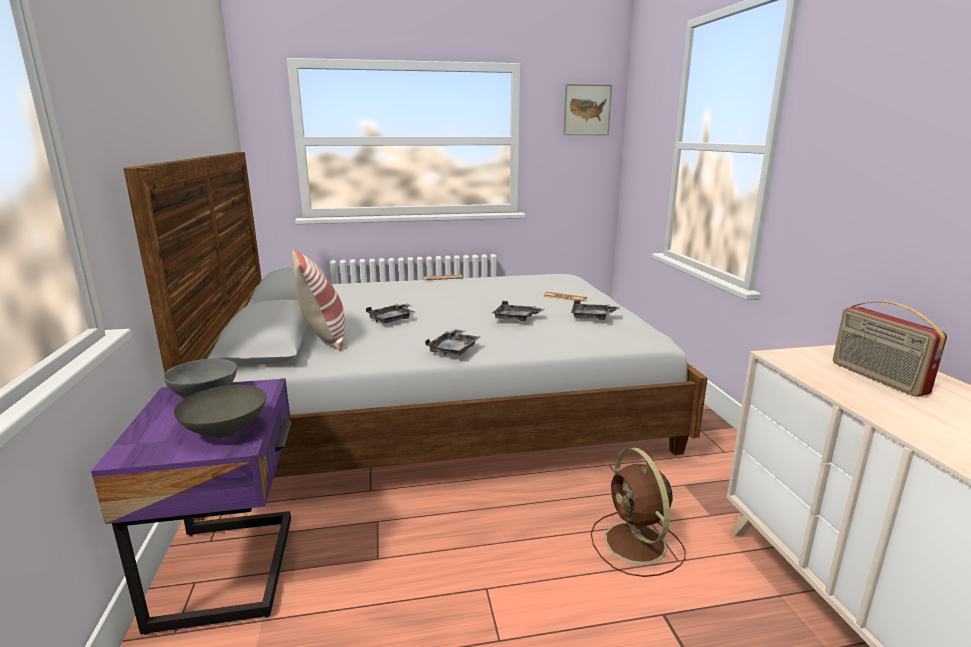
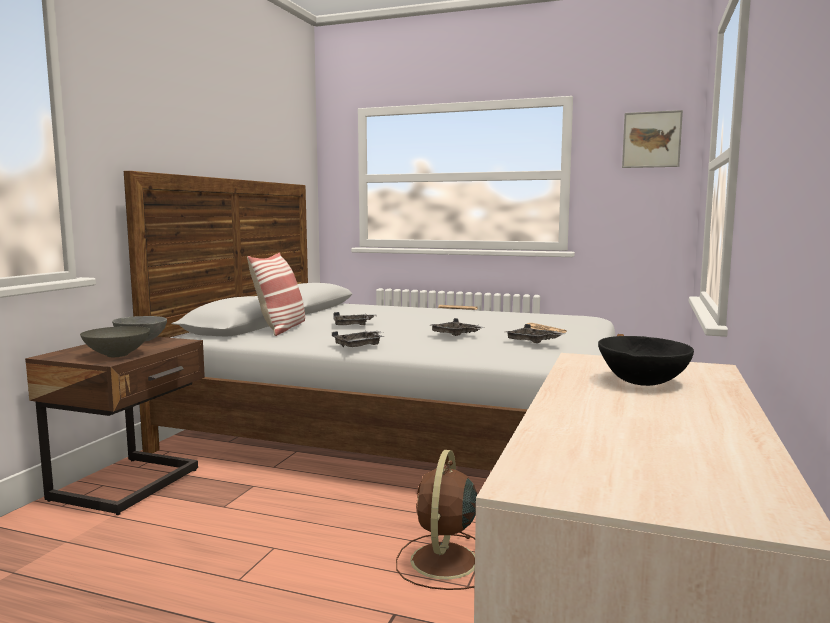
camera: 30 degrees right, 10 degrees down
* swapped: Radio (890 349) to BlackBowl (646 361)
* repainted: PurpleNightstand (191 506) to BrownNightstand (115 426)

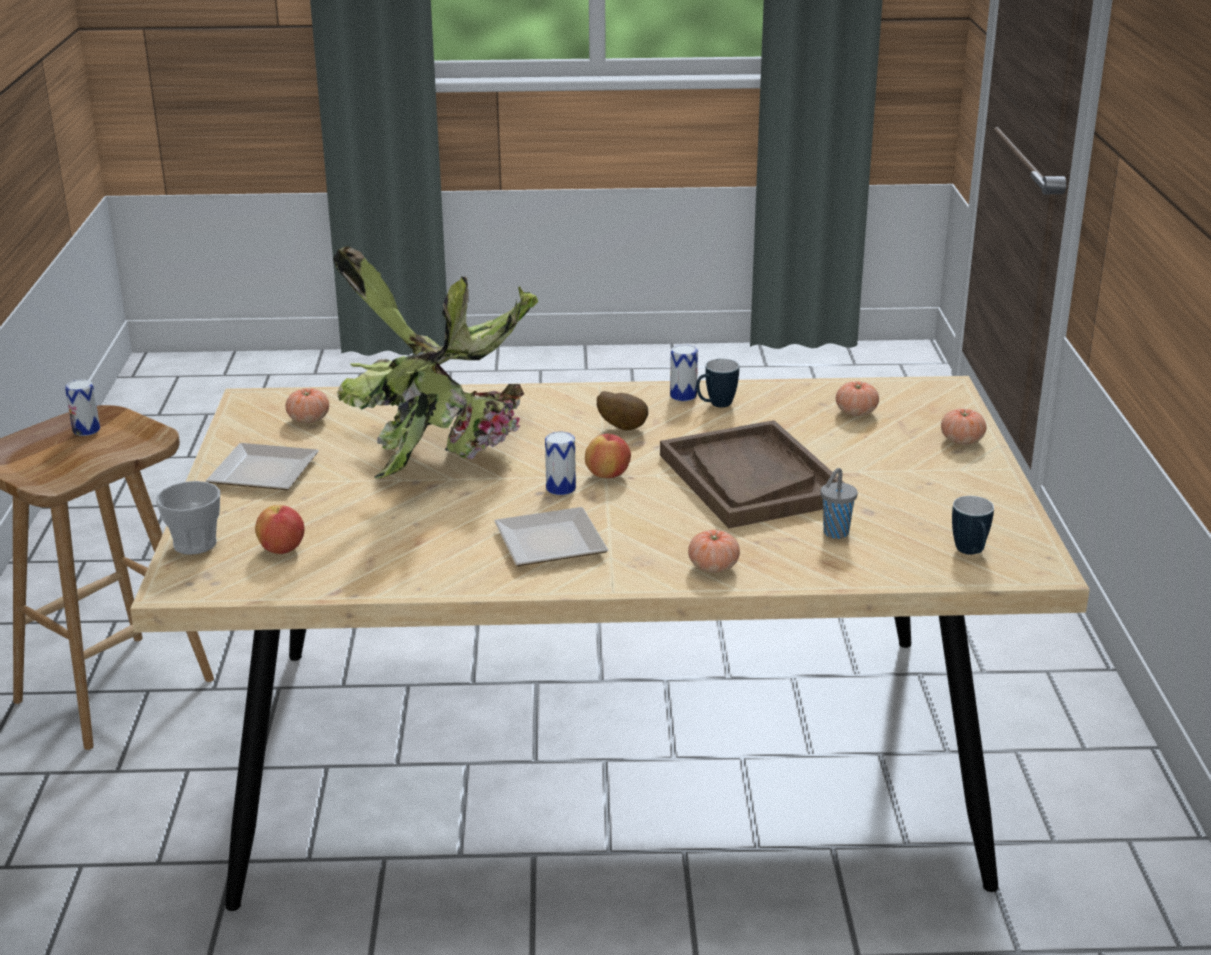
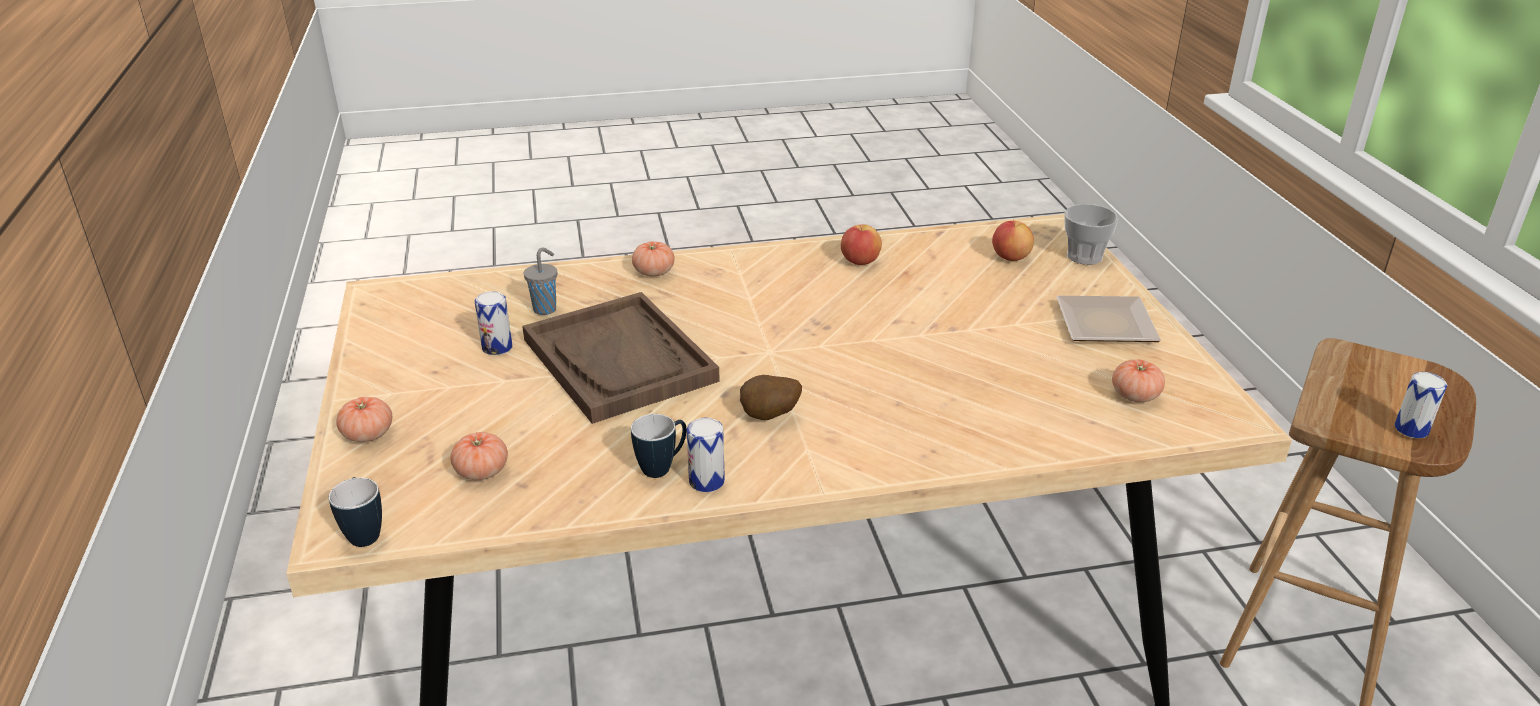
camera: 170 degrees right, 5 degrees up
* gone: PottedPlant (435 362)
* shifted: Can (560 463) to (493 323)
* shifted: Apple (608 456) to (861 244)
* shifted: Mug (973 525) to (355 512)
* gone: Plate (551 536)

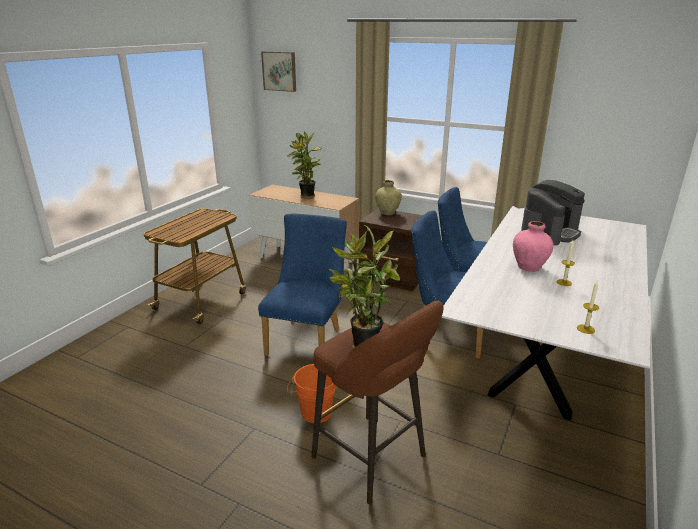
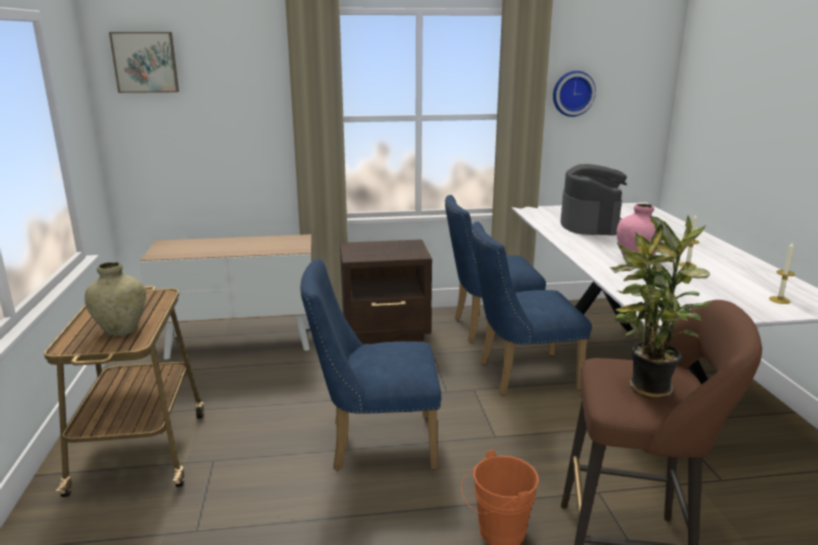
camera: 35 degrees left, 5 degrees down
* gone: PottedPlant (304 165)
* shifted: BeigeVase (388 197) to (115 299)
* rotated: BlueChair (302 284) = (370 365) 75 degrees counterclockwise
* new: WallClock (574 94)

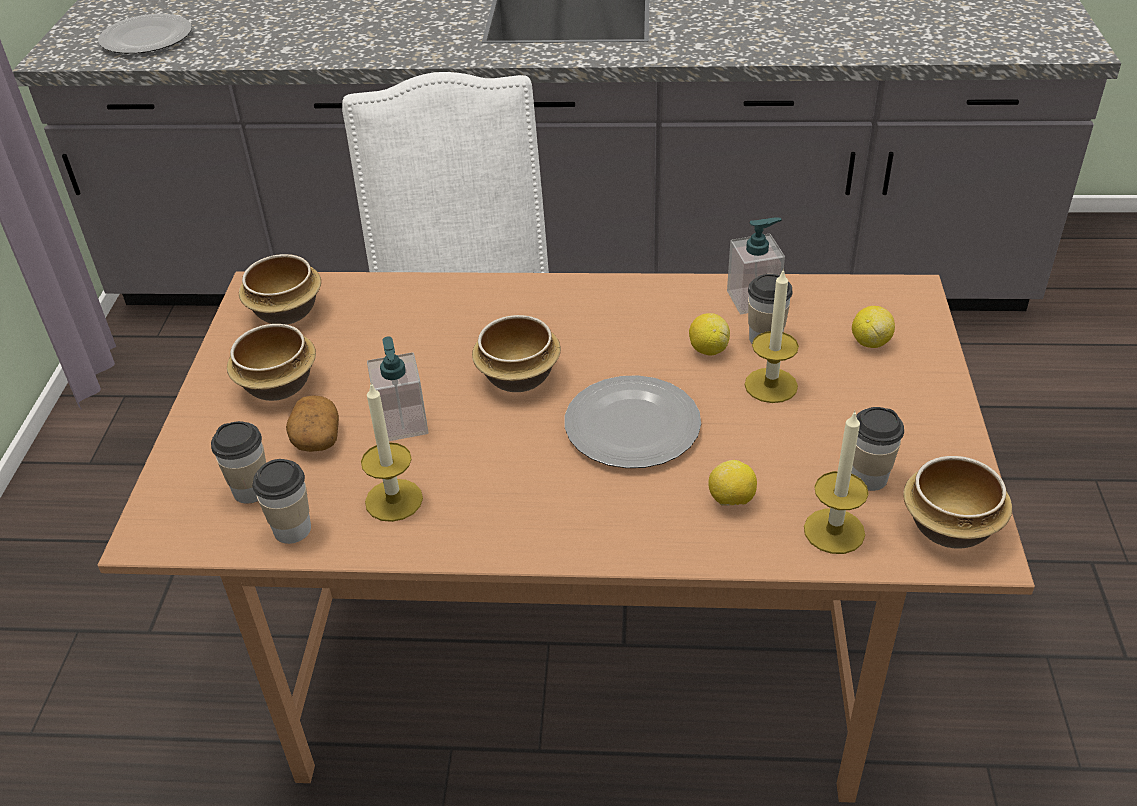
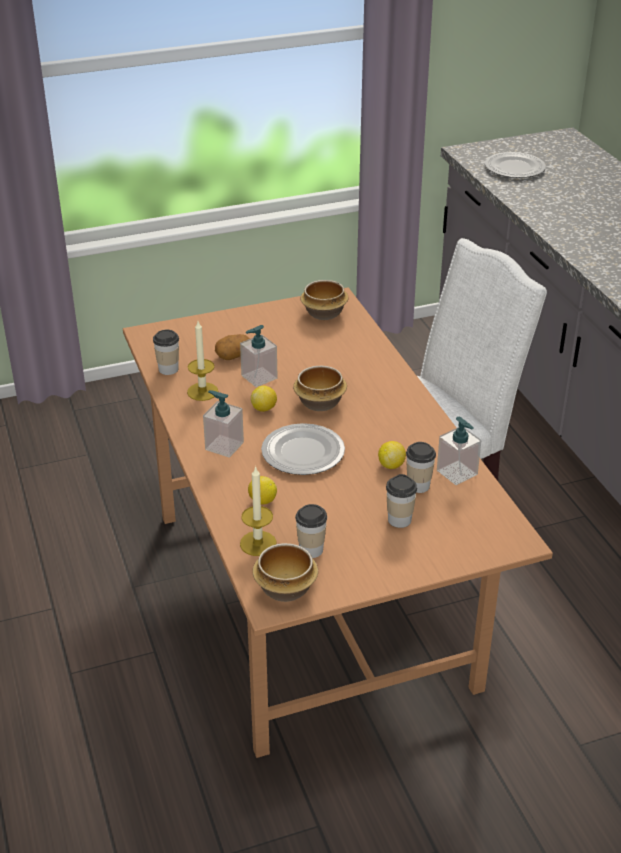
camera: 65 degrees right, 5 degrees down
* gone: Candle (772 335)
* shifted: Lemon (873 327) to (264 399)
* gone: Bowl (271 362)
* shifted: Cup (238 462) to (401 501)
* new: SoapDispenser (223 424)

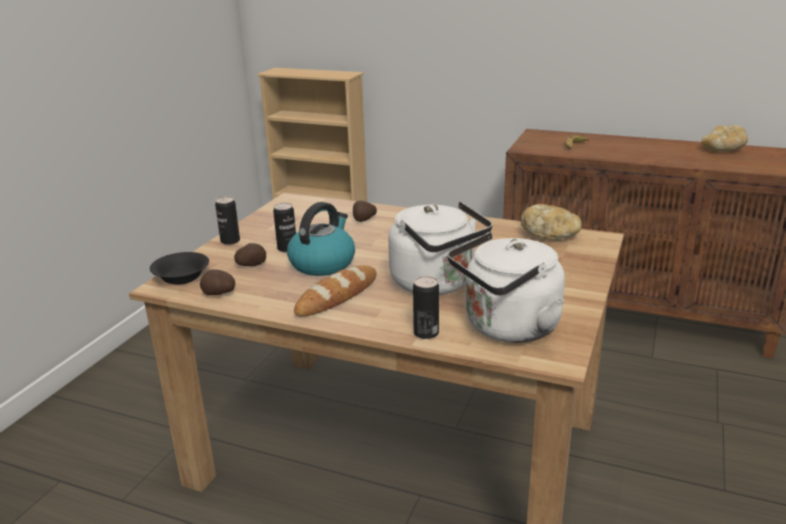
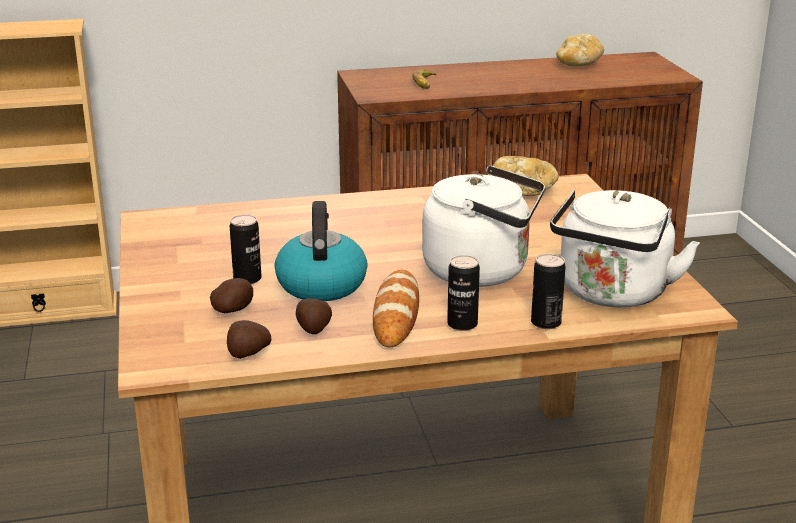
camera: 35 degrees left, 0 degrees up
* shifted: Can (227 220) to (463 293)
* shifted: Potato (365 211) to (314 316)
* gone: BlackBowl (179 268)

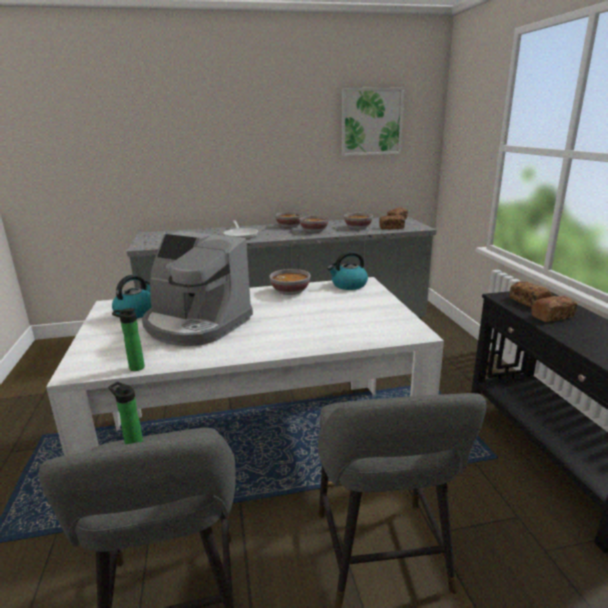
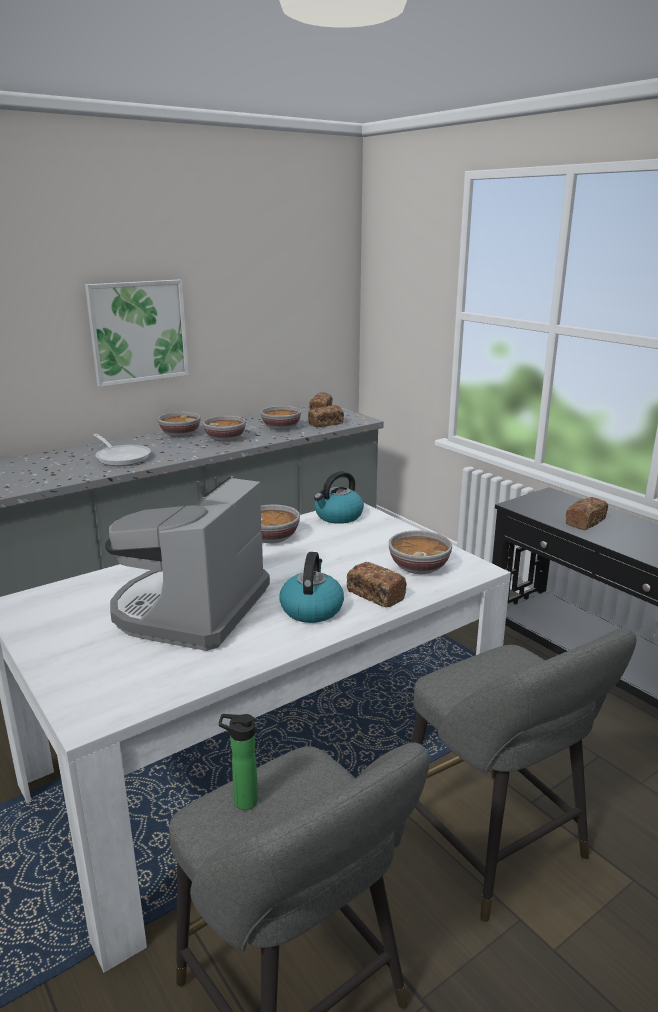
camera: 25 degrees left, 0 degrees up
* shifted: Picture (373 121) to (137 333)
* rotated: CoffeeMachine (197 288) = (187 563) 105 degrees clockwise
* shifted: Kettle (131 296) to (311 587)
* shifted: Bread (530 294) to (377 584)
* gone: Bottle (128 339)
* new: Bowl (420 552)

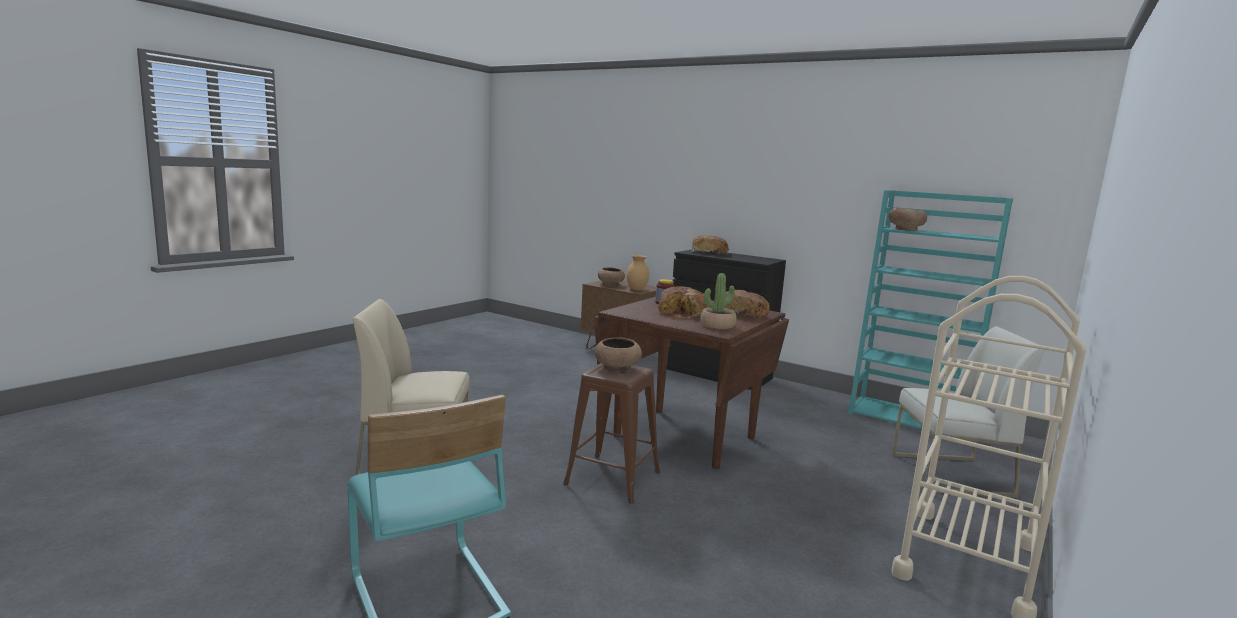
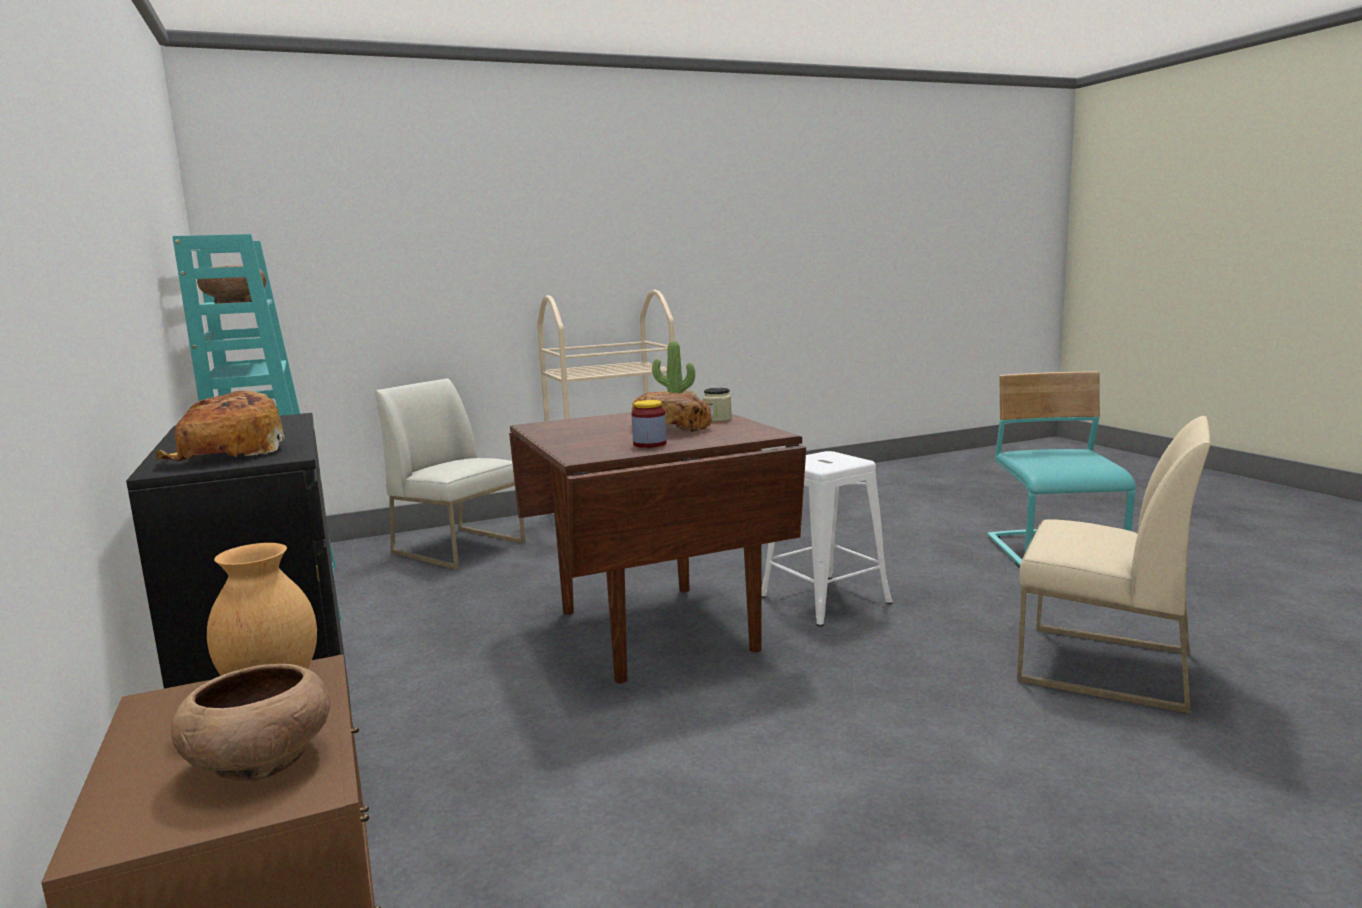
camera: 145 degrees left, 0 degrees up
* gone: Bread (747 304)
* gone: BrownBowl (618 355)
* repainted: BrownStool (611 433) to WhiteStool (827 539)
* new: Jar (717 405)

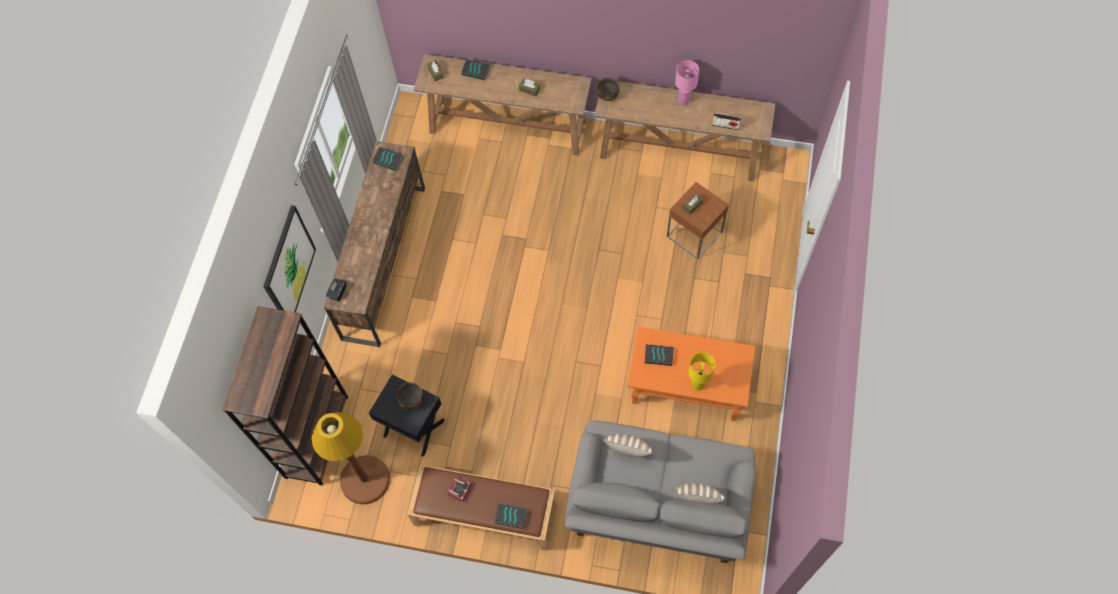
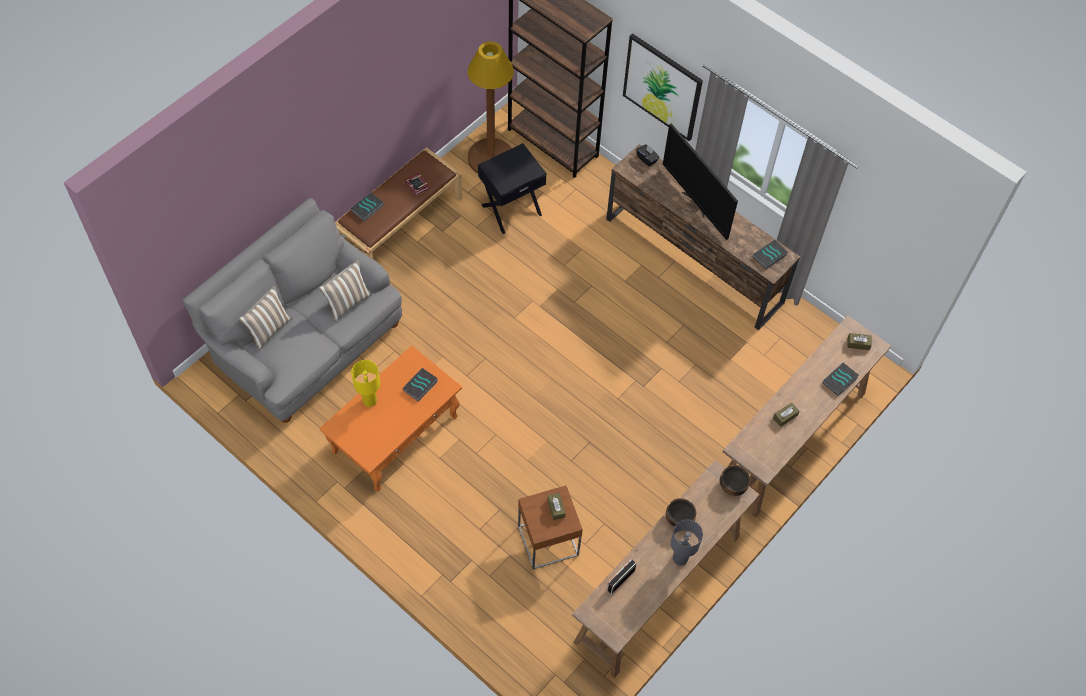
camera: 115 degrees right, 5 degrees down
* repainted: PinkTableLamp (687 82) to GreyTableLamp (687 542)
* shifted: Bowl (410 396) to (681 512)
* new: Television (700 181)

